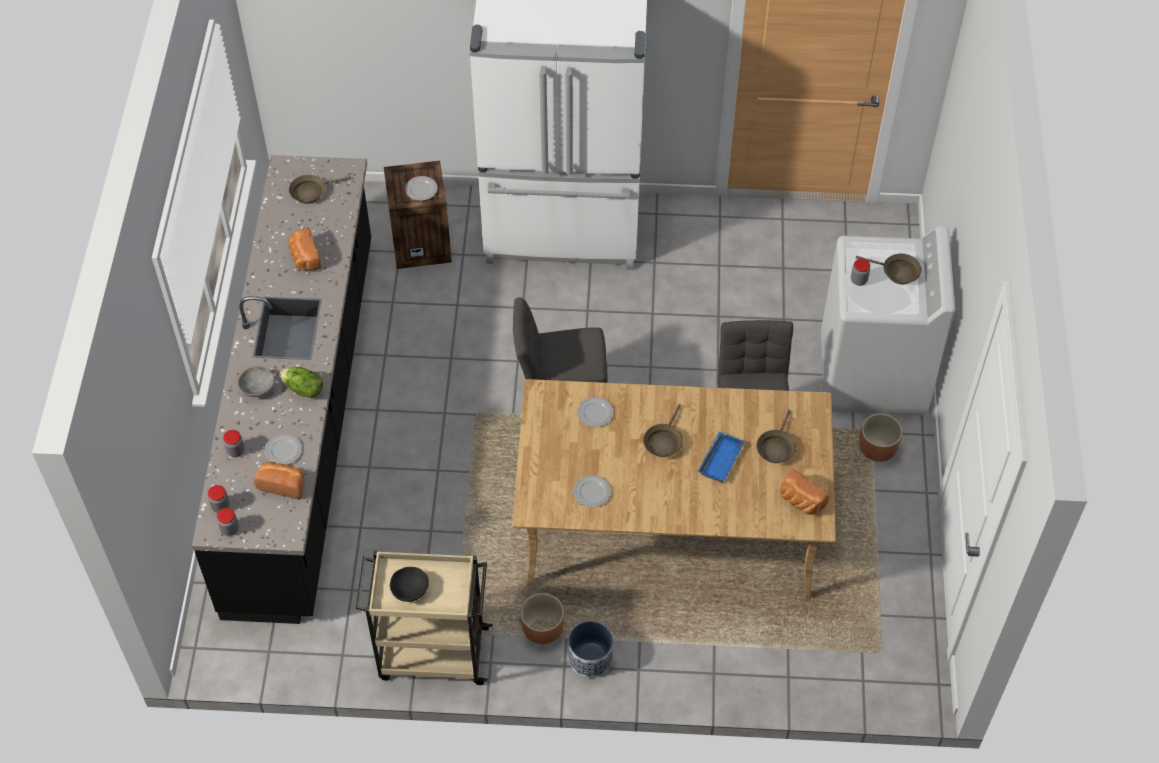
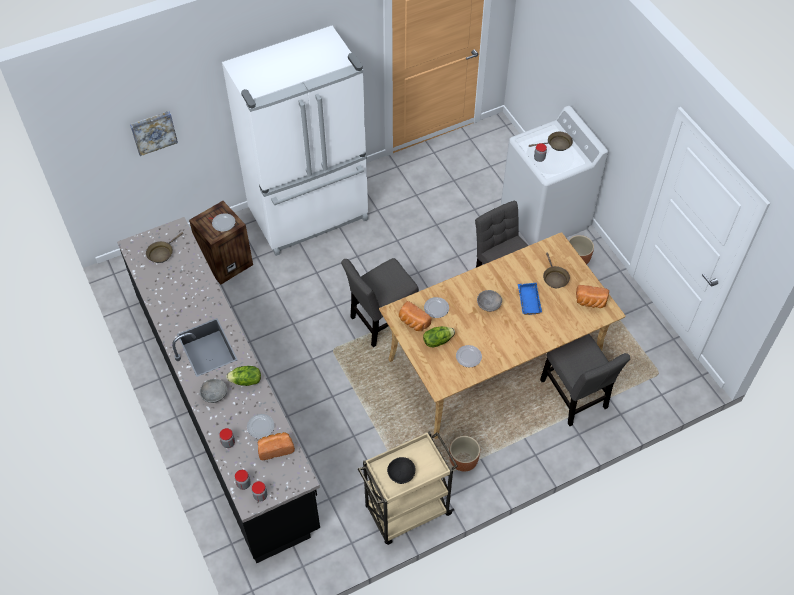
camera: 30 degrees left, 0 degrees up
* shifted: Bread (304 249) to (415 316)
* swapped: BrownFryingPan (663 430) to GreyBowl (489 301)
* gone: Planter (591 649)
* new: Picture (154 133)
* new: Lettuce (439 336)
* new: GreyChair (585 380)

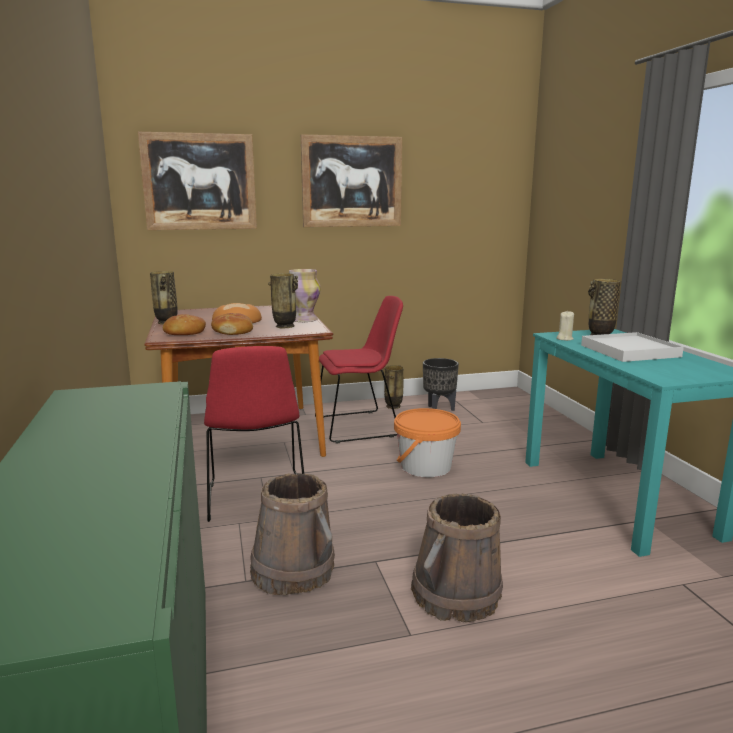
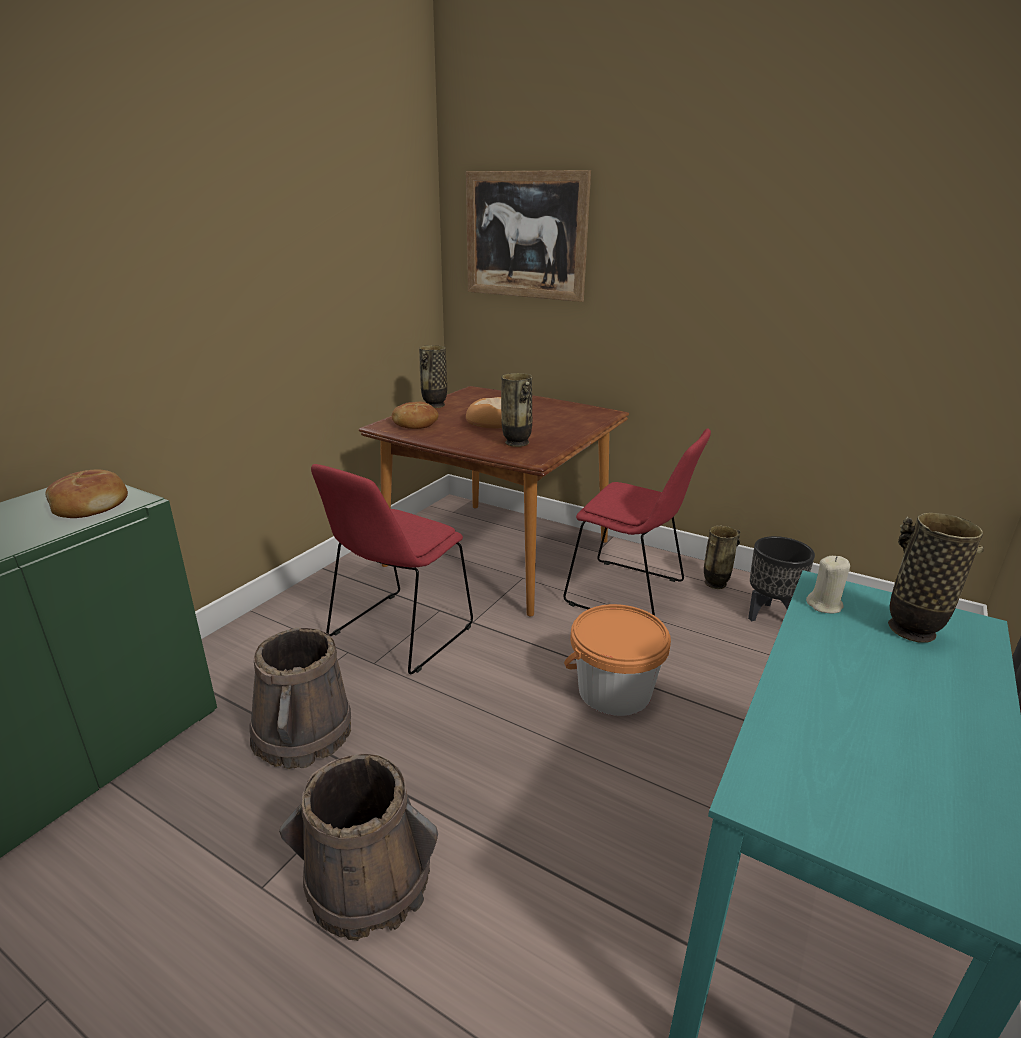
camera: 45 degrees right, 10 degrees up
* gone: Picture (351 180)
* gone: Vase (305 295)
* shifted: Bread (232 324) to (86 493)
* gone: WhiteTray (632 347)

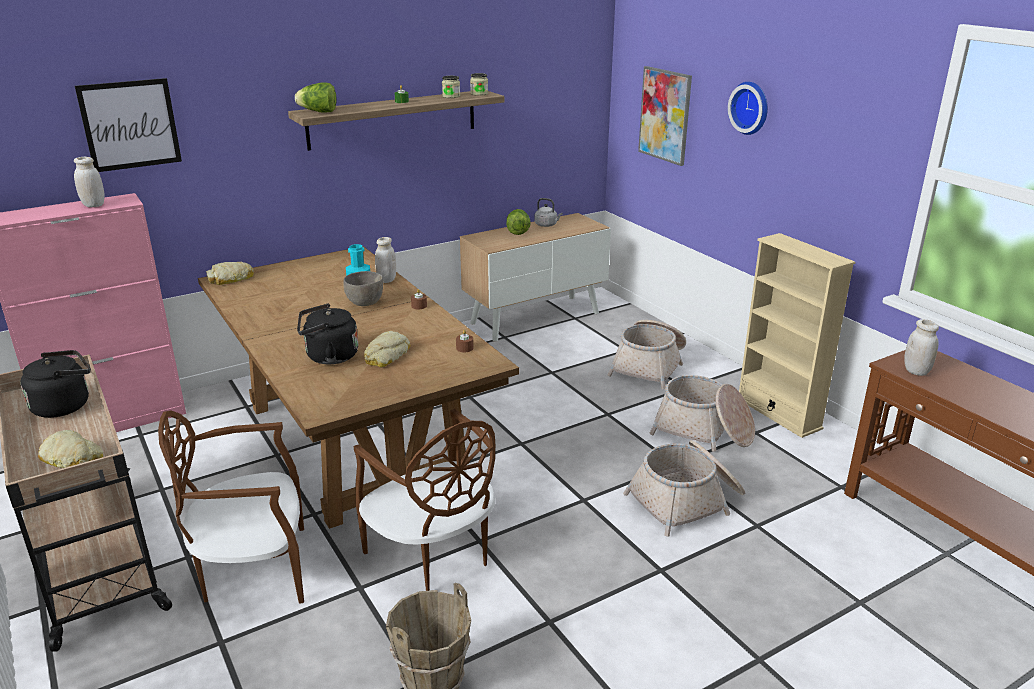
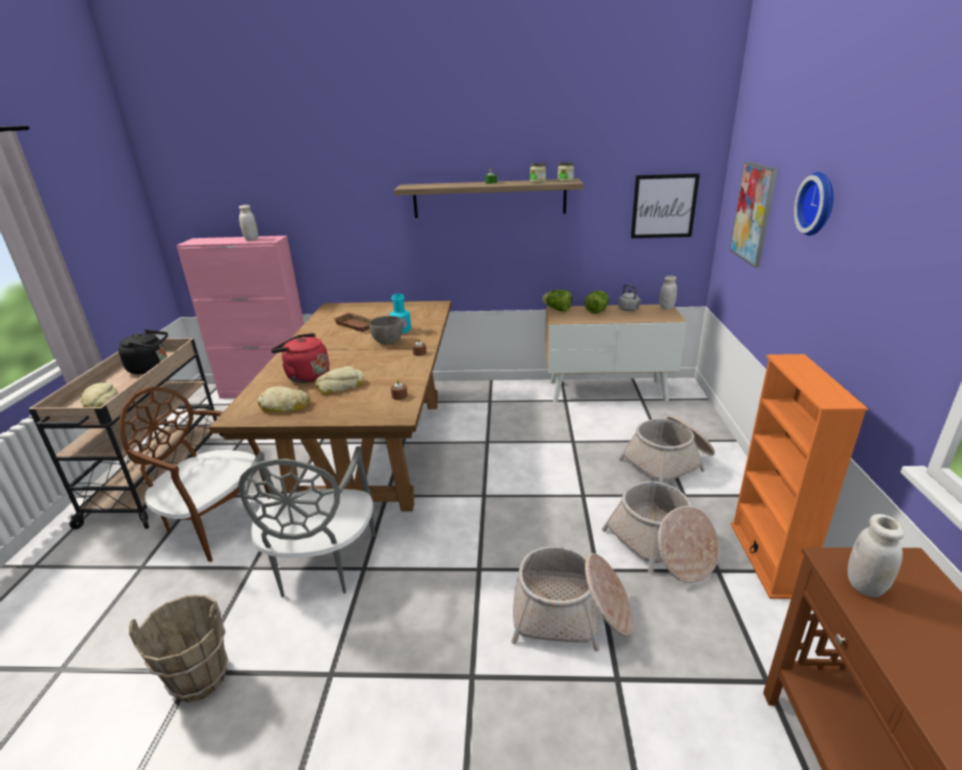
camera: 35 degrees right, 0 degrees up
* shifted: Picture (128 125) to (665 205)
* shifted: Lettuce (316 97) to (557 301)
* repainted: BeigeBookcase (797 335) to OrangeBookcase (799 476)
* shifted: WhiteJar (385 260) to (668 293)
* shifted: Bread (230 273) to (284 399)
* repainted: BlackKettle (327 334) to RedKettle (300 358)
* repainted: BrownChair (424 500) to GreyChair (306 522)
* new: BrownTray (352 322)

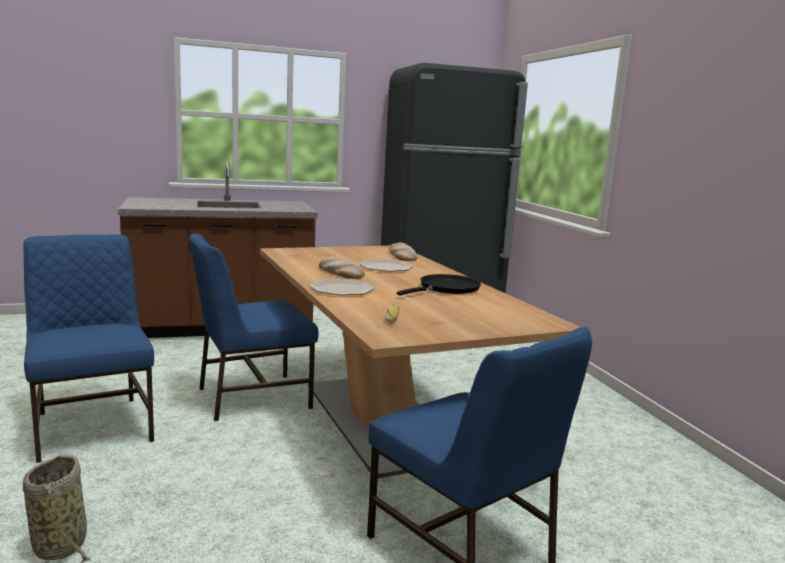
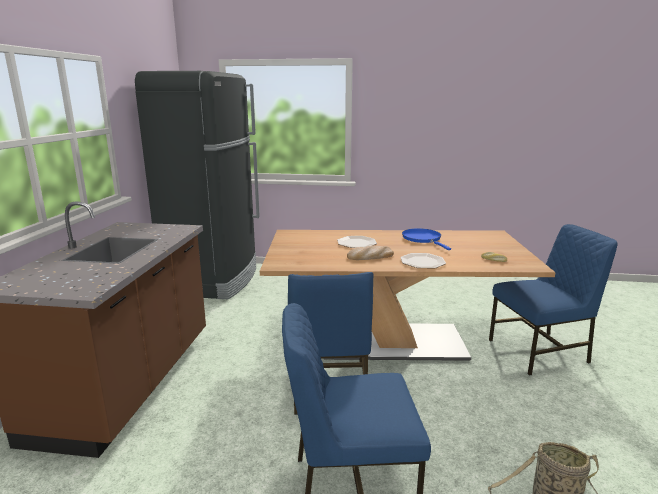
camera: 65 degrees left, 5 degrees up
* gone: Bread (403 252)
* repainted: BlackFryingPan (439 284) to BlueFryingPan (426 239)

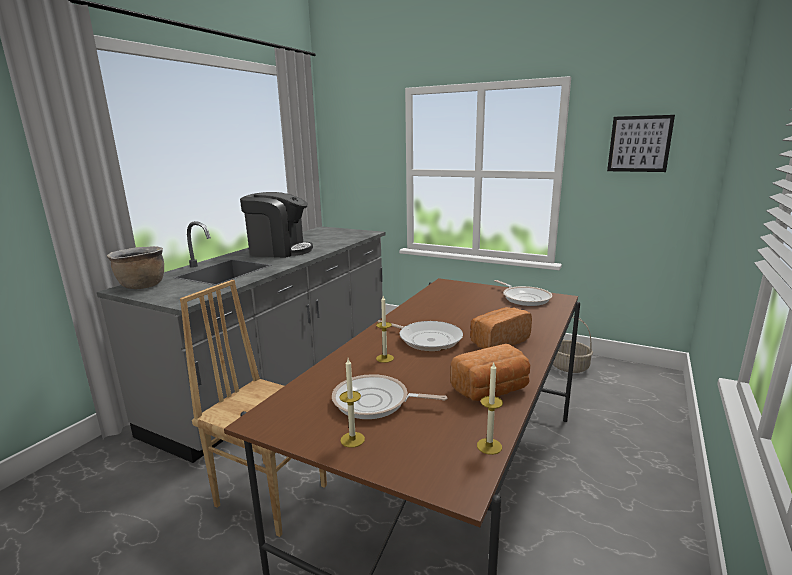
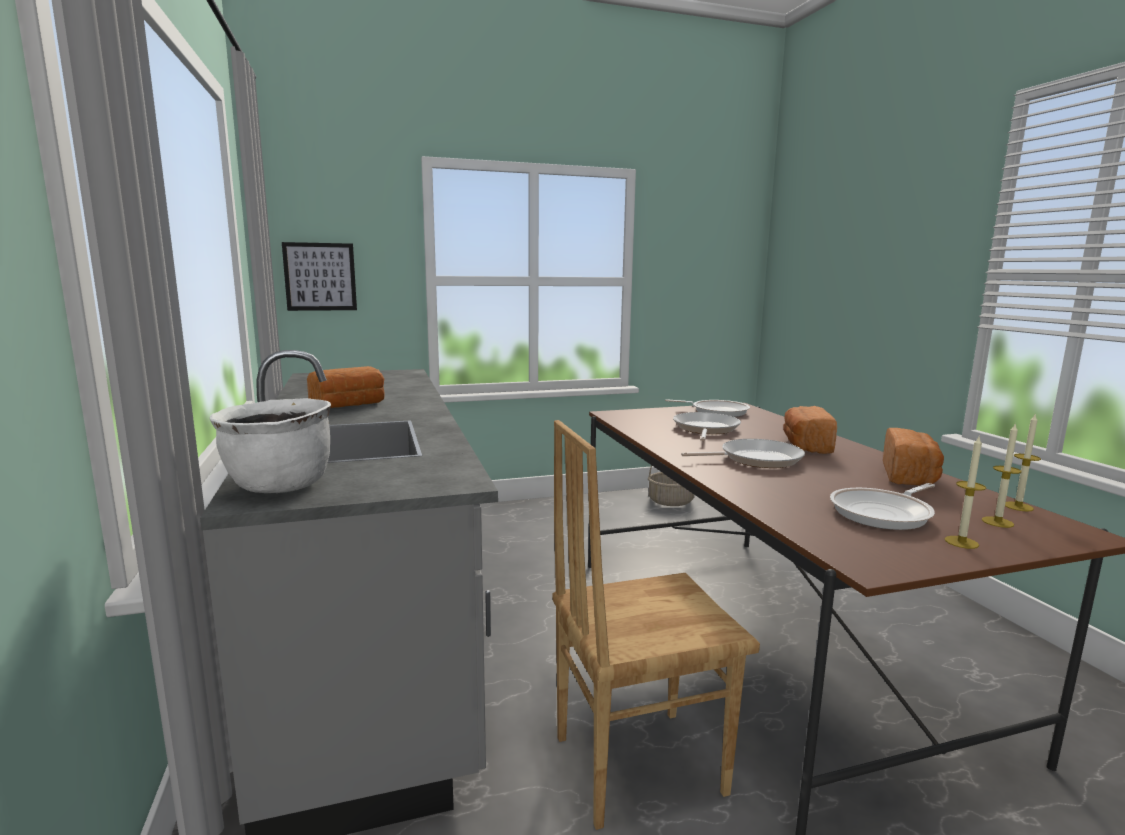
camera: 45 degrees left, 5 degrees down
* shifted: Picture (641 143) to (319 276)
* swapped: CoffeeMachine (276 225) to Bread (346 387)
* repainted: BrownCookingPot (135 267) to WhiteCookingPot (270 445)
* shifted: Candle (385 329) to (1001 475)
* new: FryingPan (707 426)

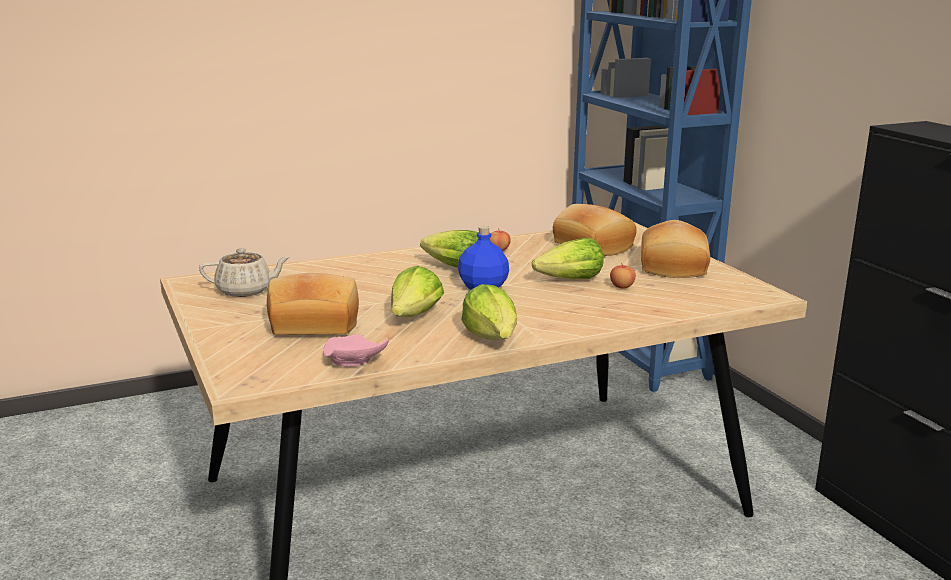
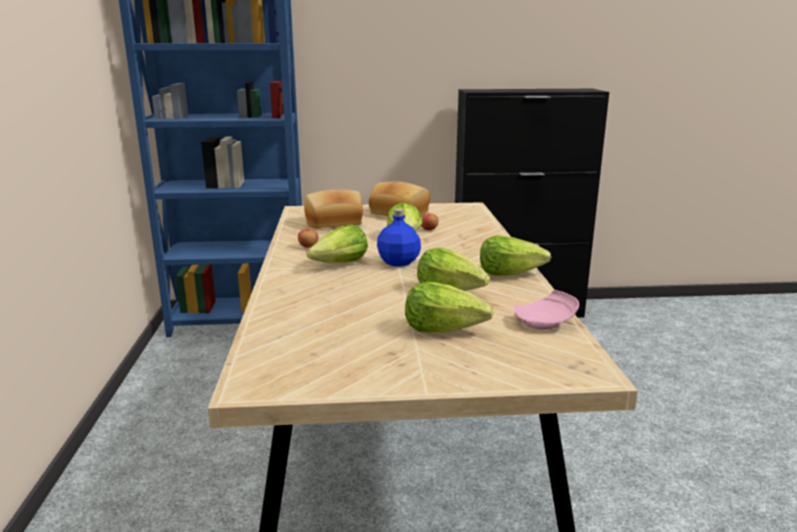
camera: 70 degrees left, 0 degrees up
* gone: BeigeTeapot (244 272)
* swapped: Bread (313 304) to Lettuce (449 307)

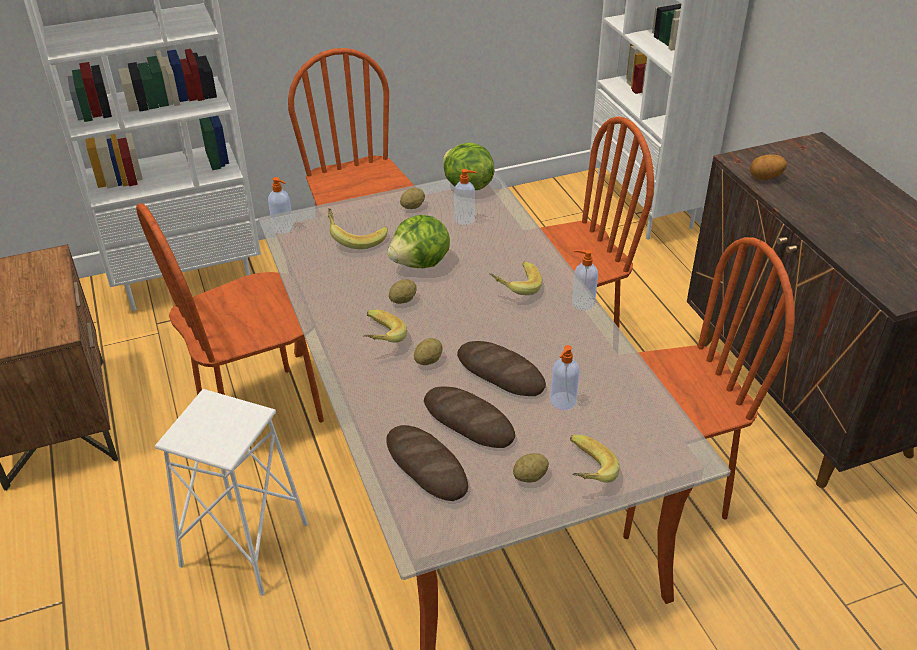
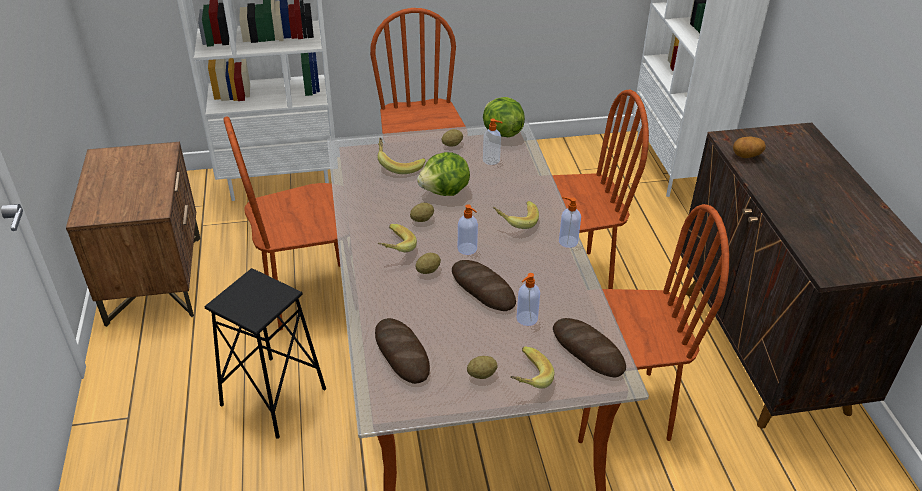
camera: 10 degrees right, 0 degrees up
* shifted: SoapDispenser (280 205) to (468 229)
* shifted: Bread (469 417) to (589 348)
* repainted: WhiteStool (231 492) to BlackStool (265 353)

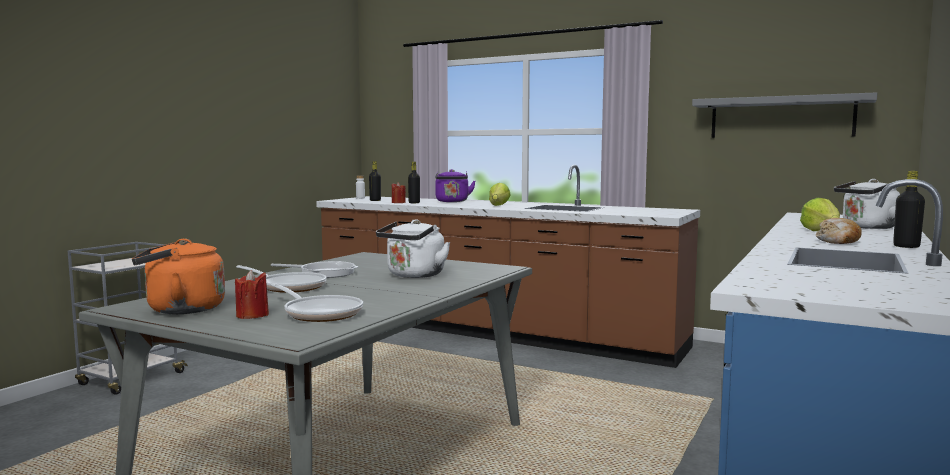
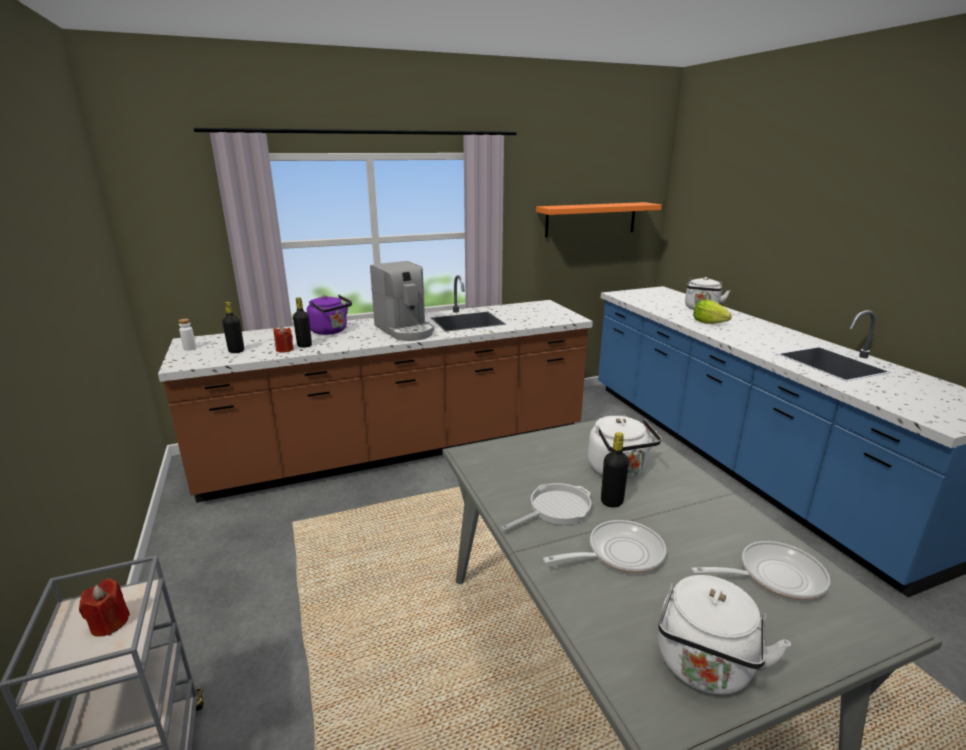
camera: 50 degrees left, 15 degrees up
* repainted: GreyShelf (784 115) to OrangeShelf (599 220)
* shifted: BlackBottle (909 209) to (615 470)
* swapped: Lettuce (500 194) to CoffeeMachine (402 301)
* gone: Bread (839 231)
* repainted: OrangeKettle (178 276) to WhiteKettle (724 635)
* shifted: RedCandle (252 294) to (104 607)

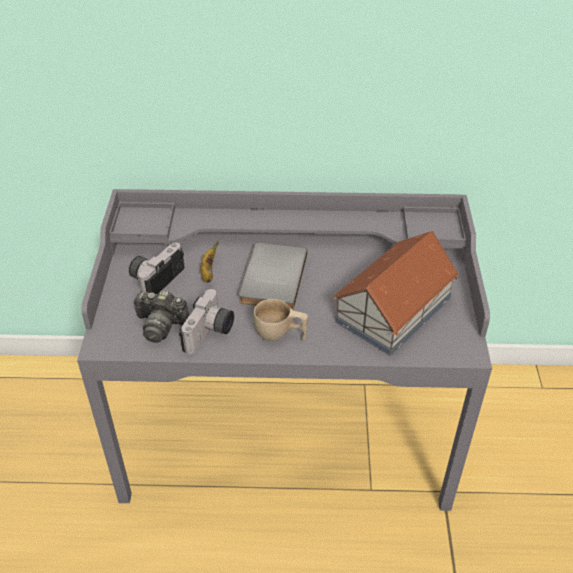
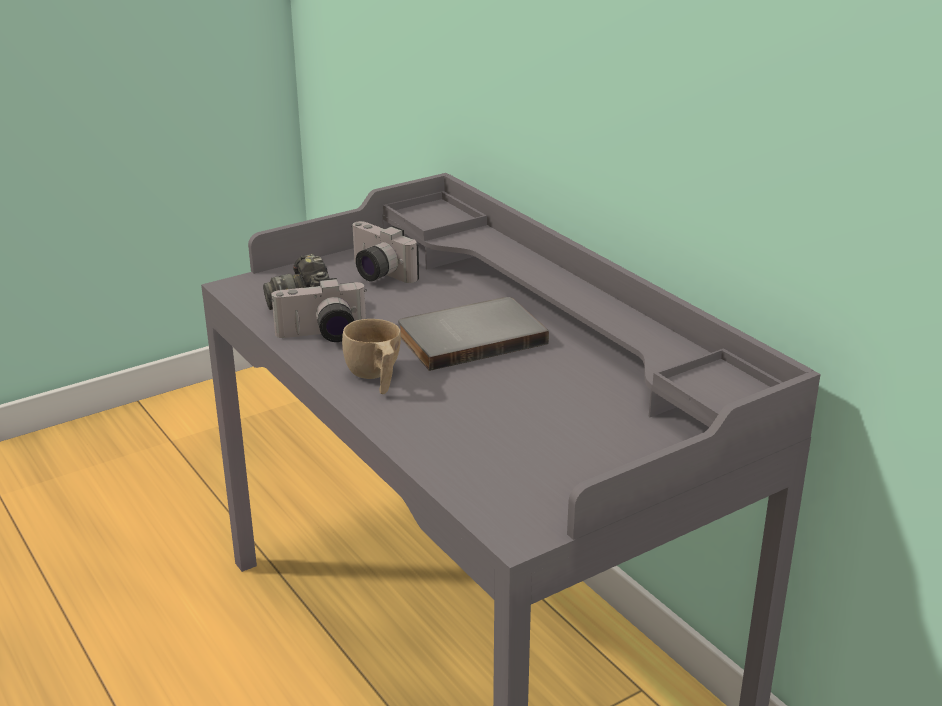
camera: 55 degrees right, 15 degrees down
* gone: ToyHouse (396 293)
* gone: Banana (209 262)
* rotated: PhotoCamera (157 268) = (385 252) 135 degrees counterclockwise

